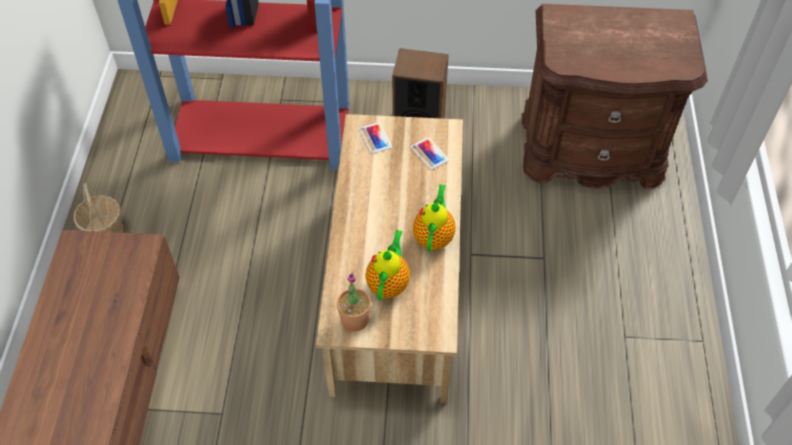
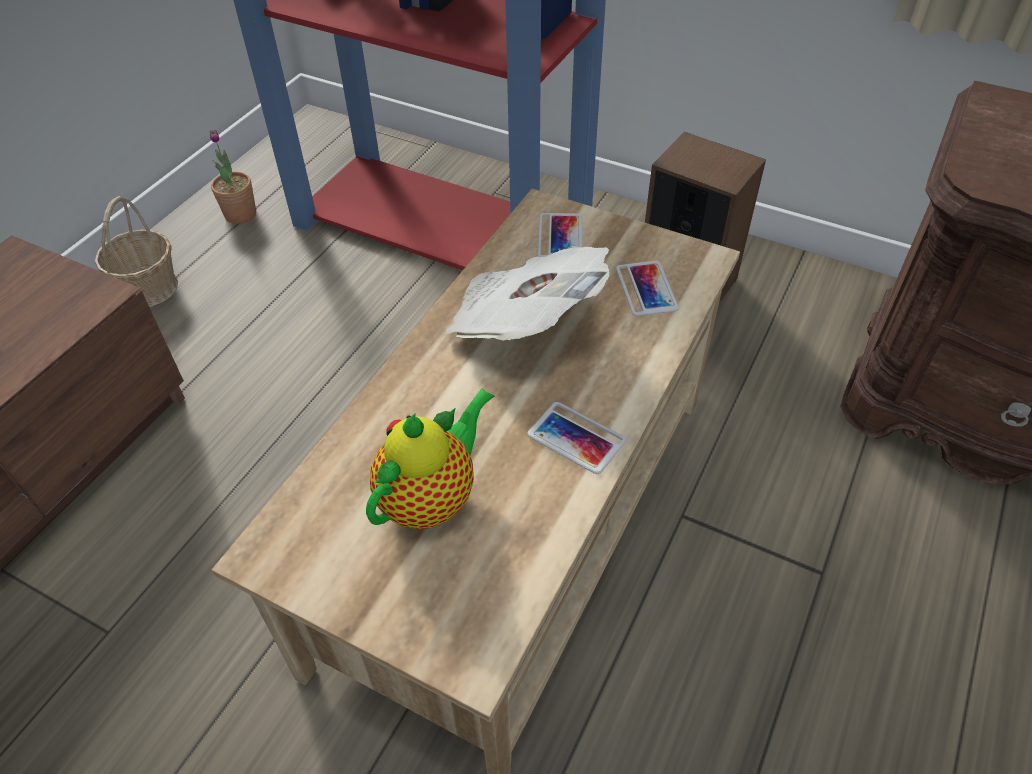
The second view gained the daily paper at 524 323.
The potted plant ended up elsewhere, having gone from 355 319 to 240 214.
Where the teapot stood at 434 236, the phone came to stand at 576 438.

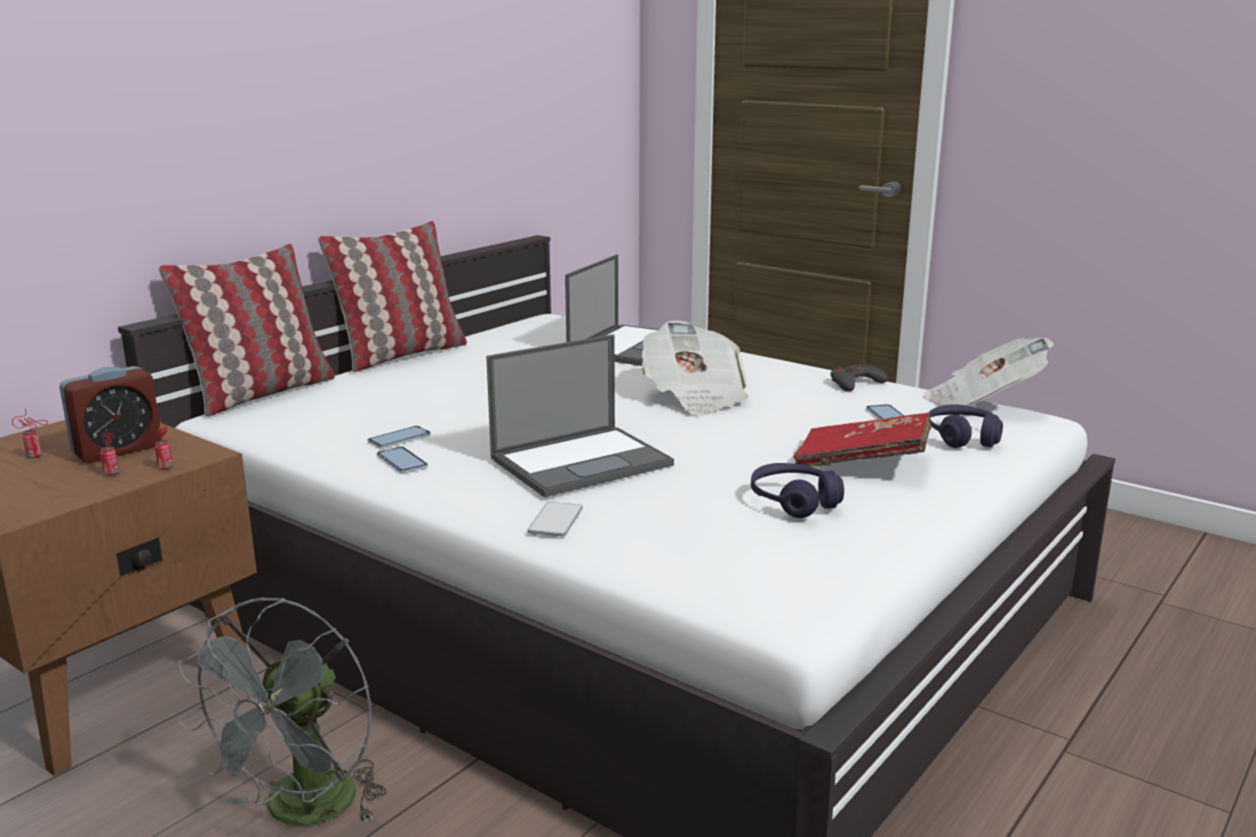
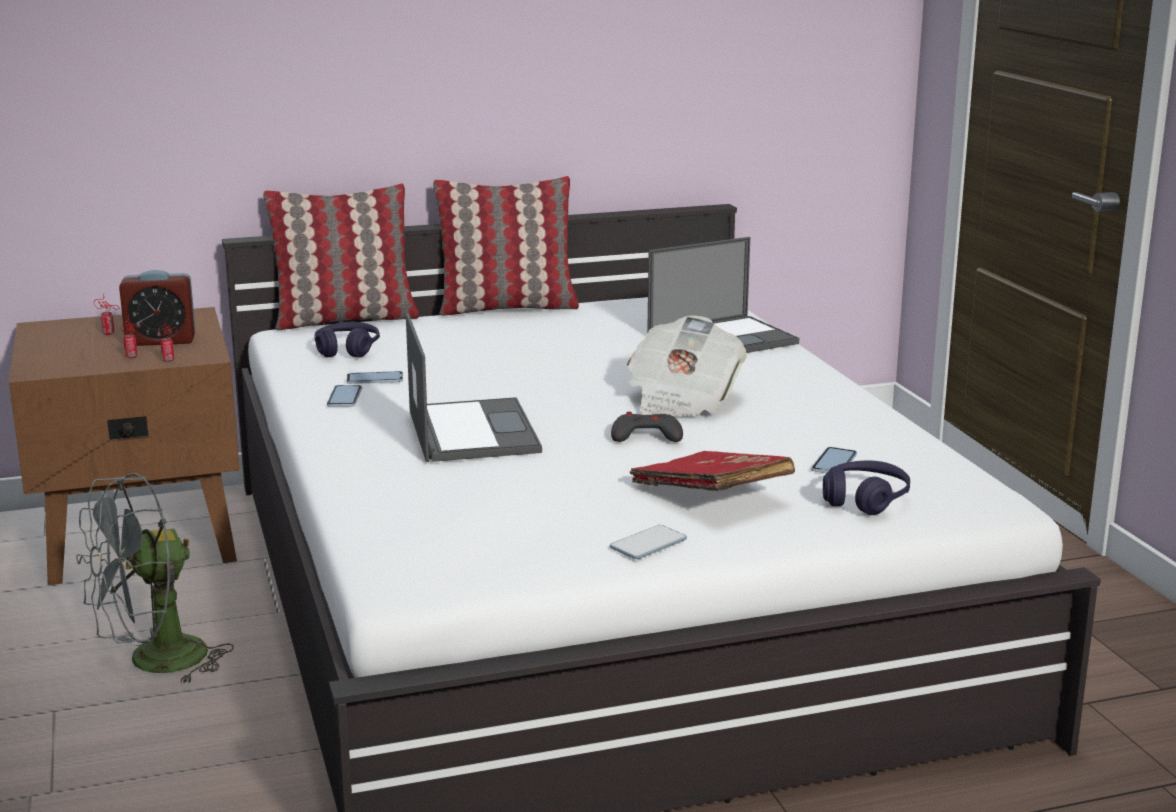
The second view lost the daily paper at 983 403.
The phone ended up elsewhere, having gone from 555 521 to 648 544.
The purple headphones ended up elsewhere, having gone from 794 502 to 347 350.
The grey game controller ended up elsewhere, having gone from 855 383 to 646 435.
The portable computer at 582 461 ended up facing another way, 105 degrees counterclockwise from before.

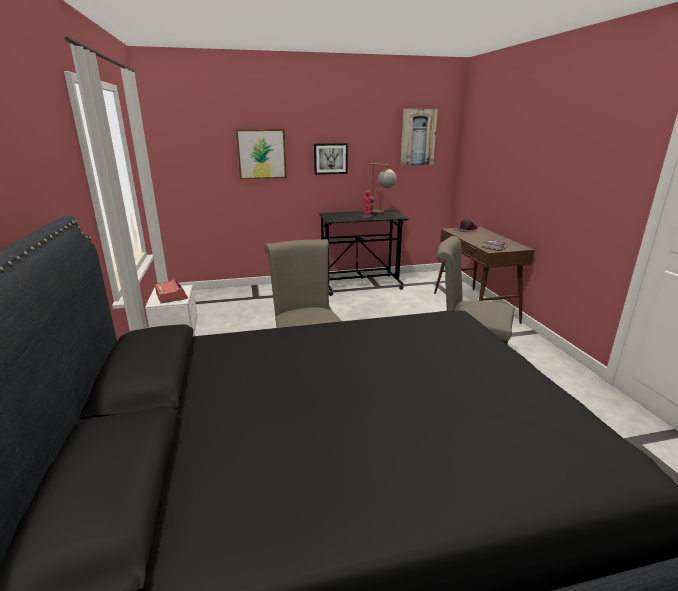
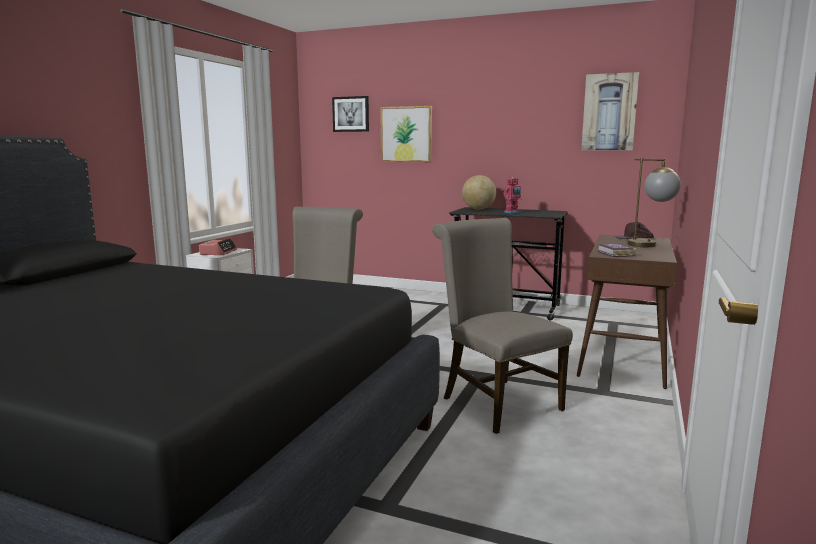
The second view gained the globe at 478 209.
The wall art ended up elsewhere, having gone from 330 158 to 351 114.
The tabletop lamp ended up elsewhere, having gone from 381 213 to 650 246.

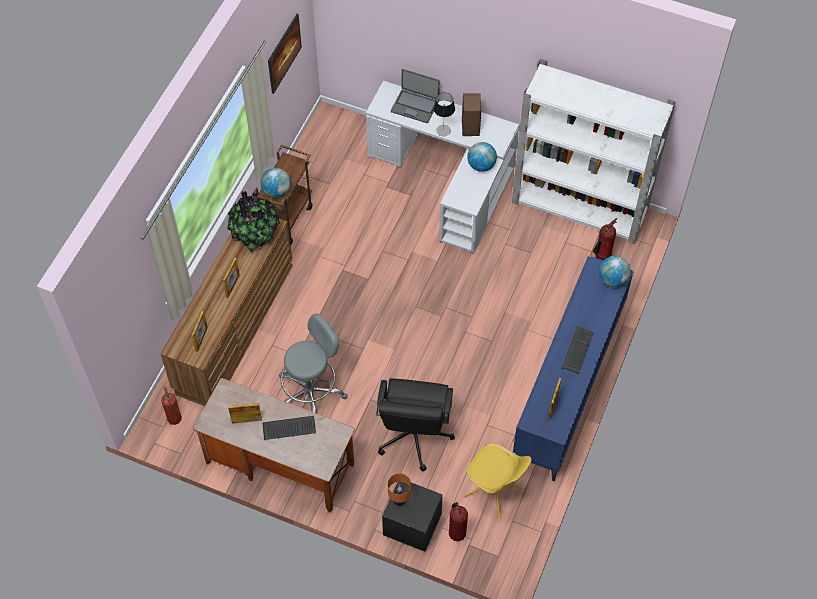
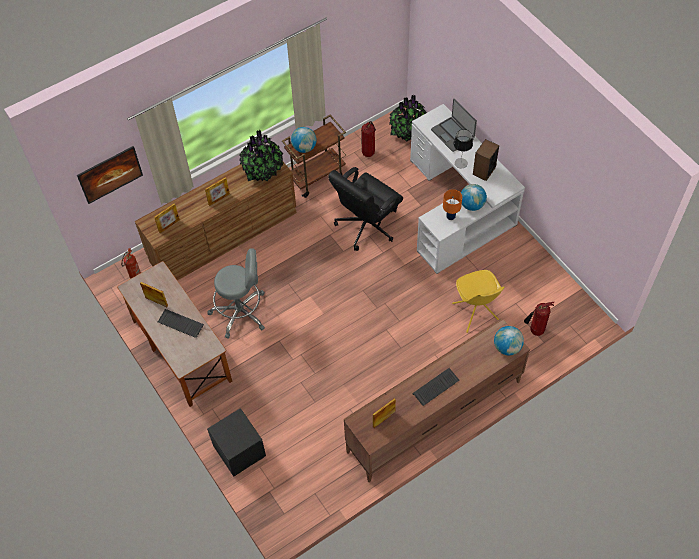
The second view lost the white shelving unit at 579 206.
The second view gained the potted plant at 408 131.
The wall art ended up elsewhere, having gone from 285 61 to 112 181.
The black-coloured desk chair ended up elsewhere, having gone from 414 434 to 366 225.
The orangey tabletop lamp ended up elsewhere, having gone from 399 501 to 450 217.
The fire extinguisher ended up elsewhere, having gone from 456 532 to 368 152.
The yellow plain chair ended up elsewhere, having gone from 495 493 to 476 313.
What was the bluish cupboard at 569 388 turned into the brownish cupboard at 434 417.

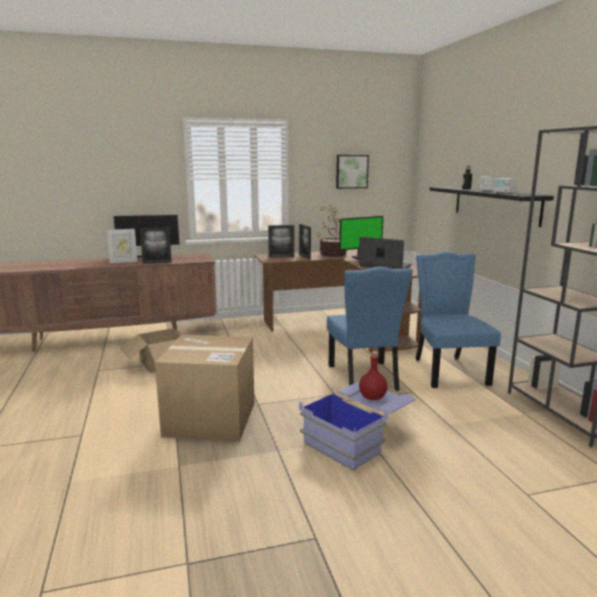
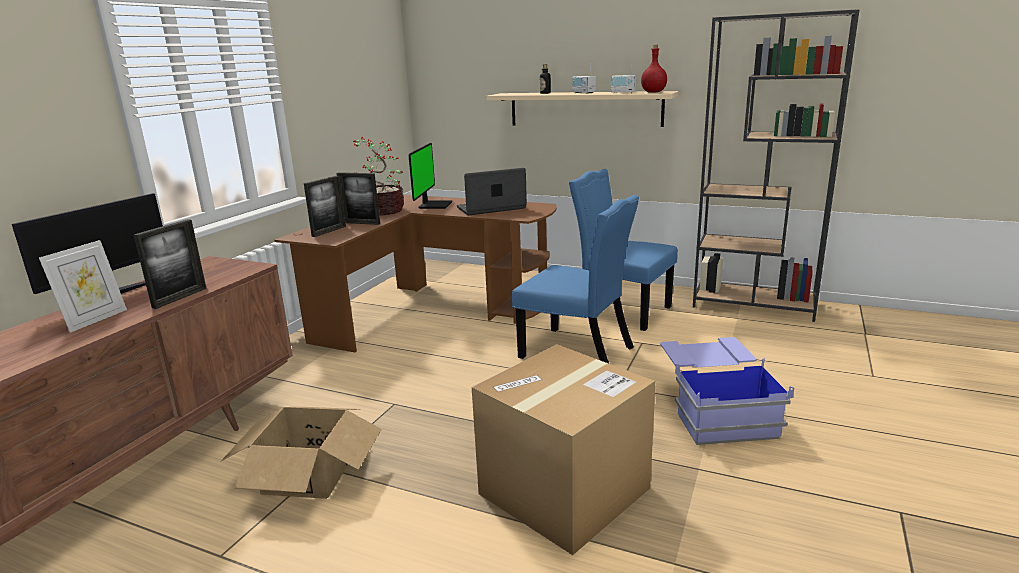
The second view lost the wall art at 351 171.
The red drink bottle ended up elsewhere, having gone from 372 397 to 653 92.
What was the black-coloured bracket shelf at 495 204 turned into the beige-coloured bracket shelf at 584 109.

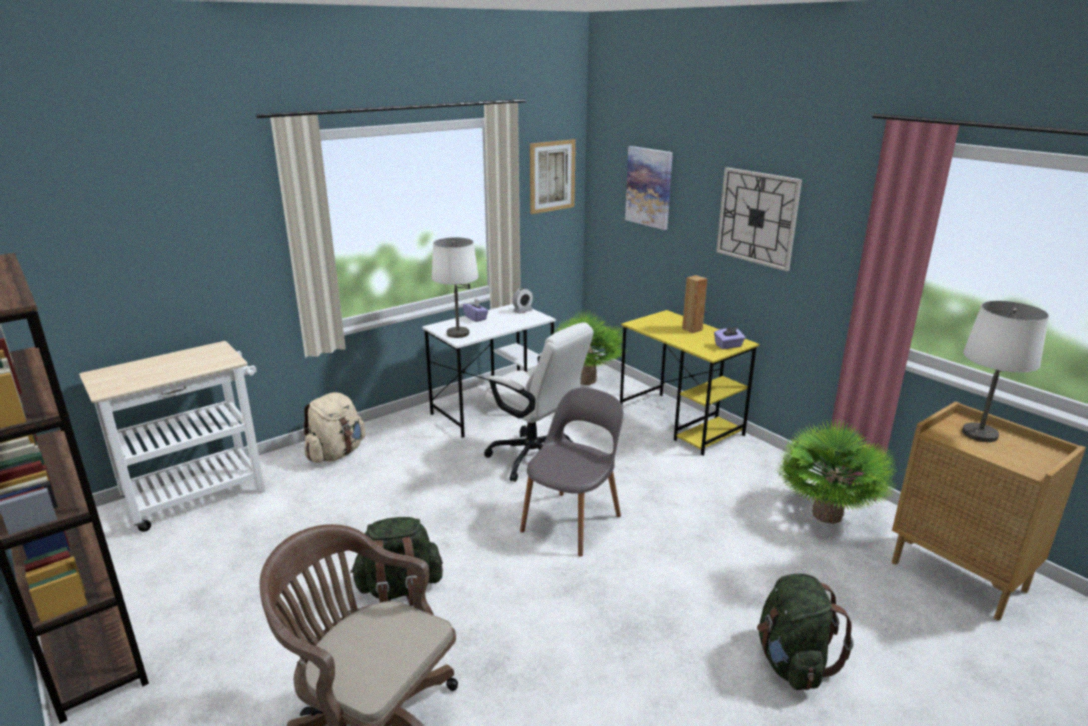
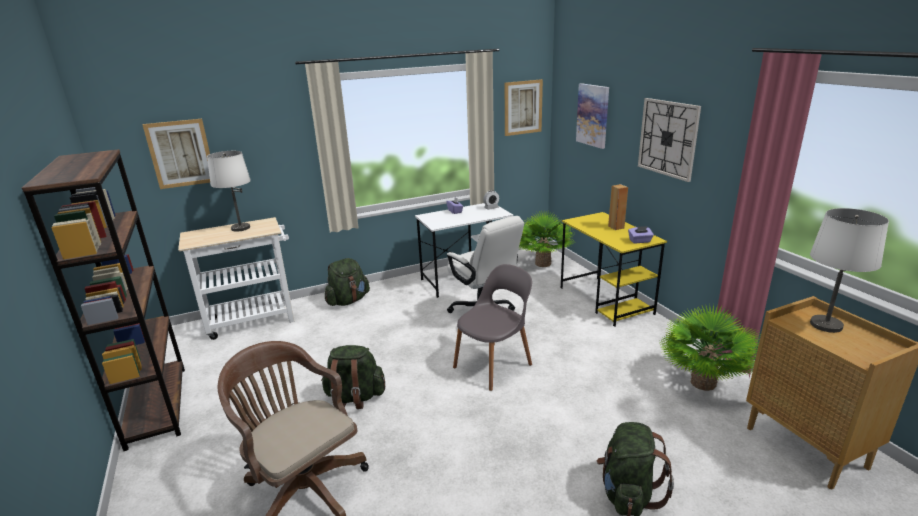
The second view gained the wall art at 181 153.
The white tabletop lamp ended up elsewhere, having gone from 457 334 to 240 228.
What was the beige-coloured backpack at 336 453 turned into the greenish backpack at 348 301.

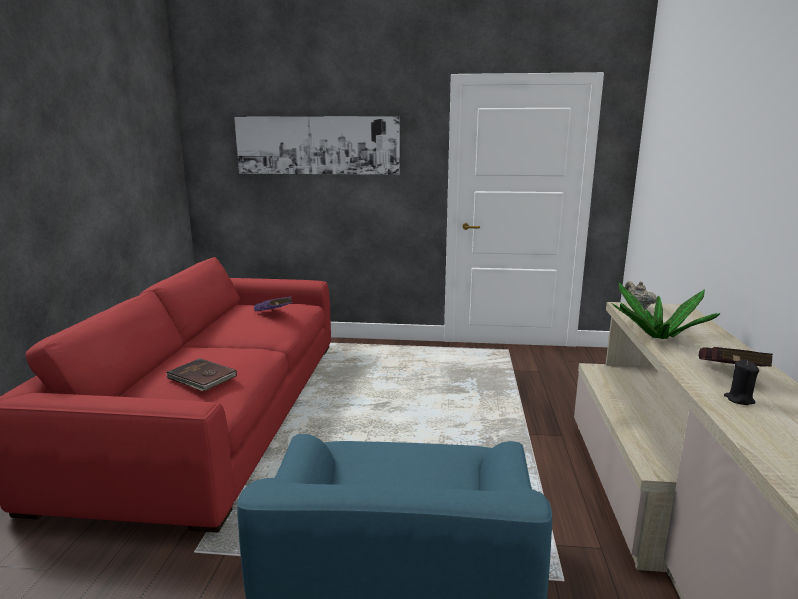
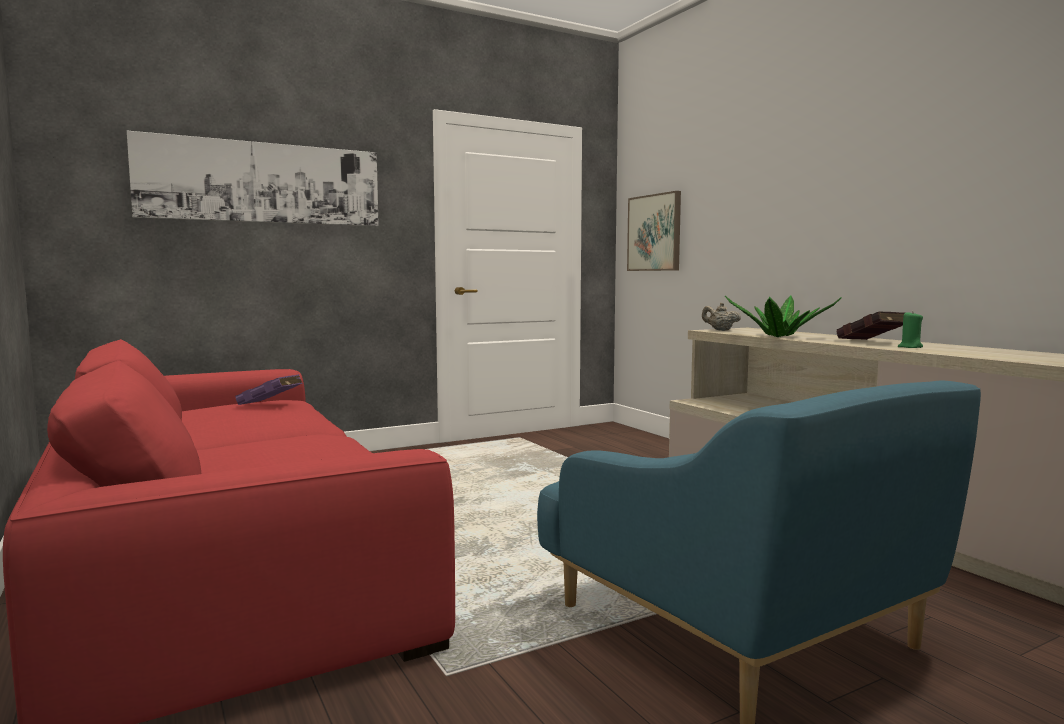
The second view lost the brownish volume at 201 378.
The second view gained the wall art at 654 233.
What was the black-coloured wax candle at 739 399 turned into the greenish wax candle at 910 347.

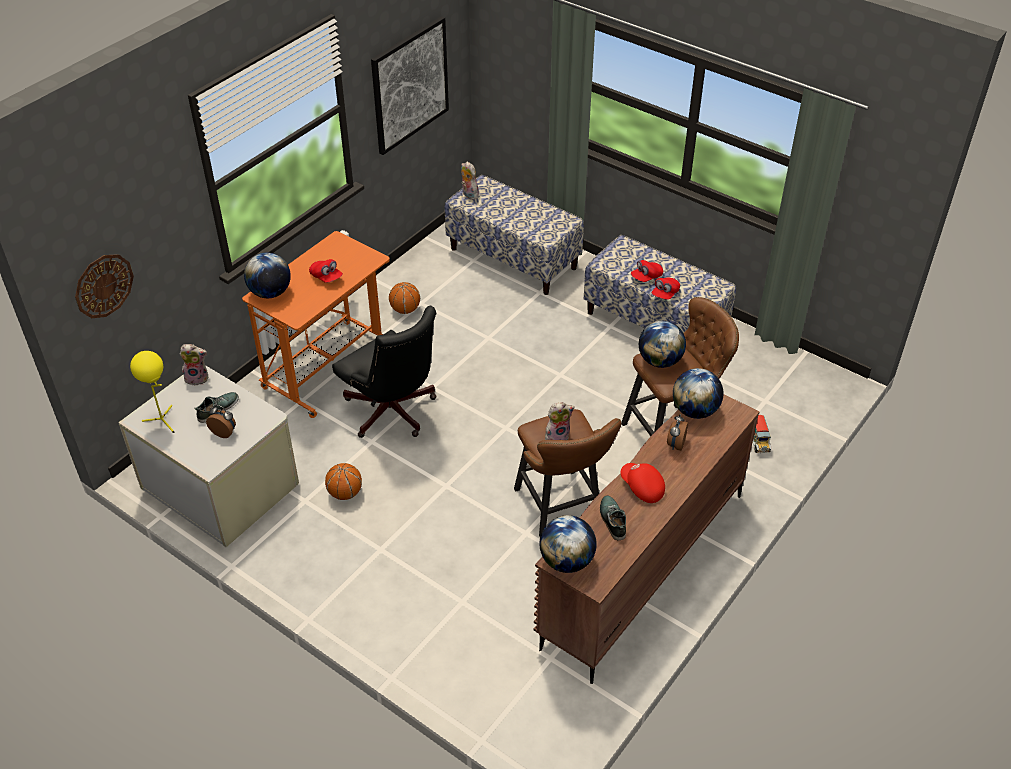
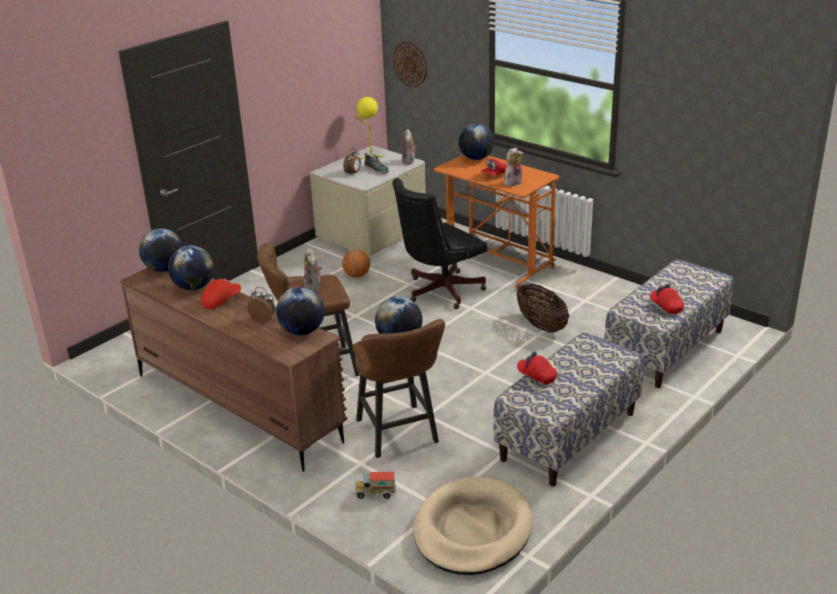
The second view lost the wall art at 410 85.
The second view lost the basketball ball at 405 310.
The second view gained the beige-coloured dog bed at 472 530.
The second view gained the storage basket at 541 325.
The plush toy ended up elsewhere, having gone from 468 194 to 512 182.
The red peaked cap ended up elsewhere, having gone from 646 277 to 666 306.
Where the low shoe stood at 612 520, the globe came to stand at 194 287.

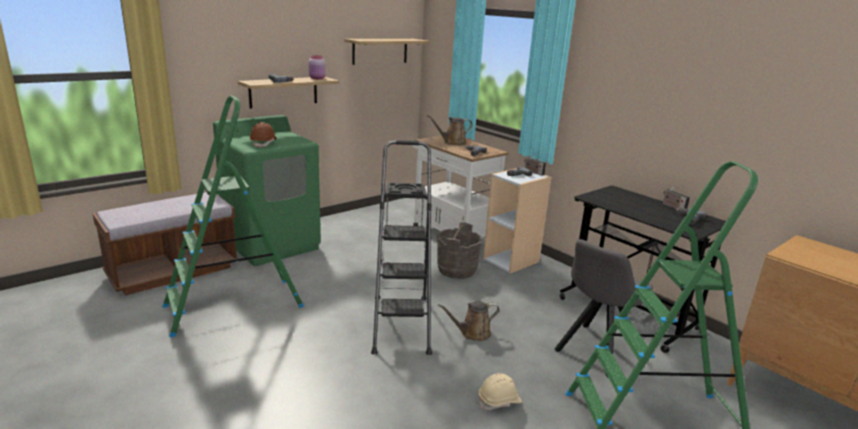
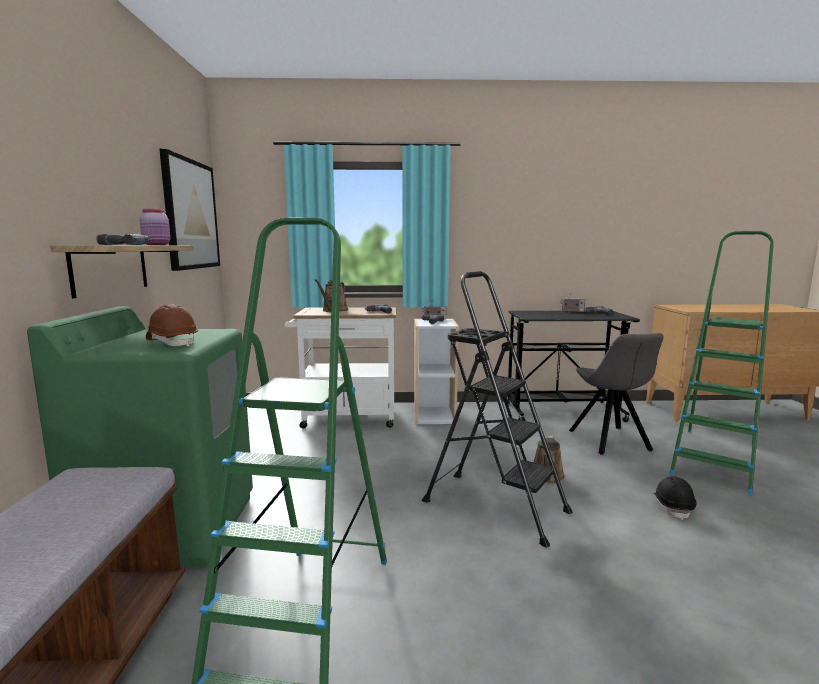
The second view lost the grey water bucket at 456 270.
Where the bracket shelf hung at 380 51, the wall art came to hang at 190 214.
What was the beige-coloured safety helmet at 499 401 turned into the black-coloured safety helmet at 673 506.

